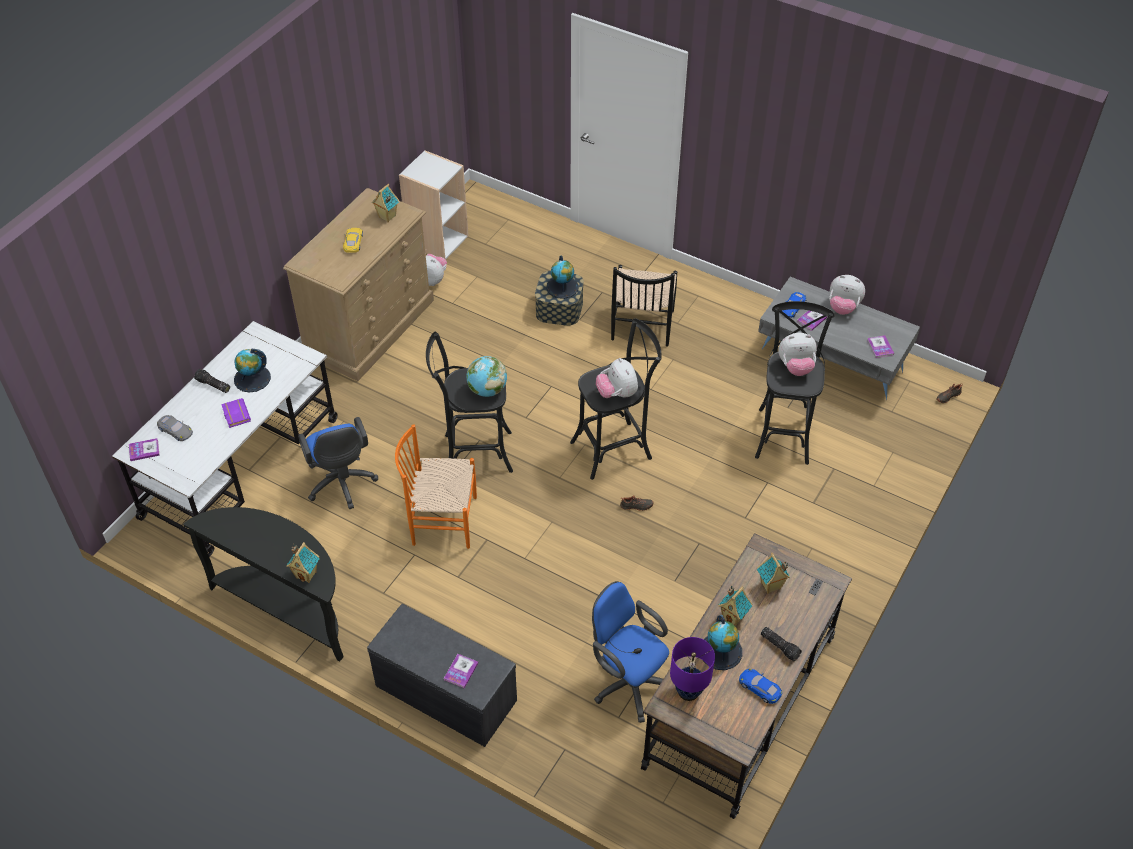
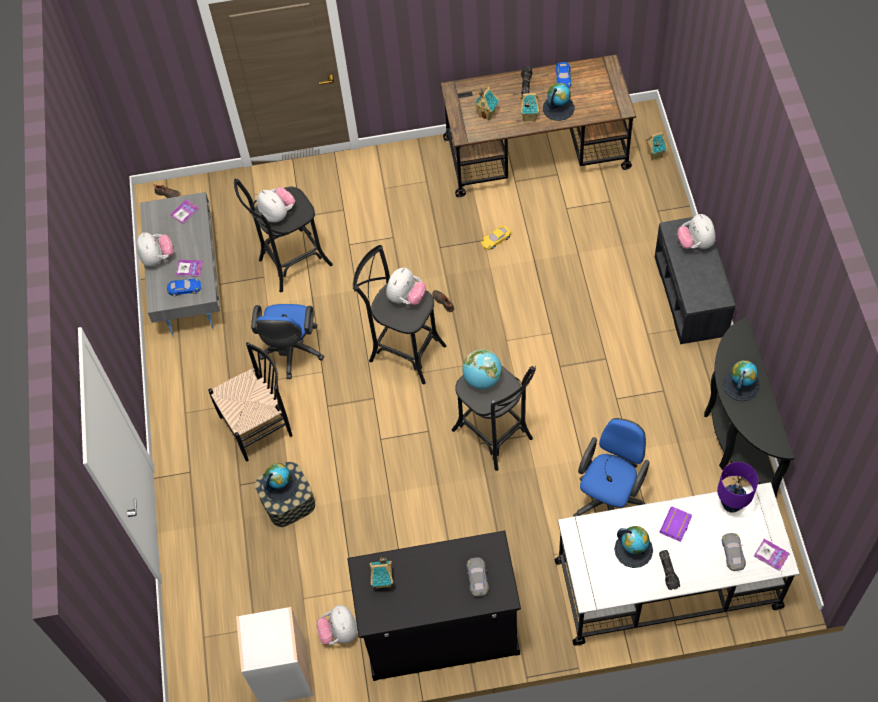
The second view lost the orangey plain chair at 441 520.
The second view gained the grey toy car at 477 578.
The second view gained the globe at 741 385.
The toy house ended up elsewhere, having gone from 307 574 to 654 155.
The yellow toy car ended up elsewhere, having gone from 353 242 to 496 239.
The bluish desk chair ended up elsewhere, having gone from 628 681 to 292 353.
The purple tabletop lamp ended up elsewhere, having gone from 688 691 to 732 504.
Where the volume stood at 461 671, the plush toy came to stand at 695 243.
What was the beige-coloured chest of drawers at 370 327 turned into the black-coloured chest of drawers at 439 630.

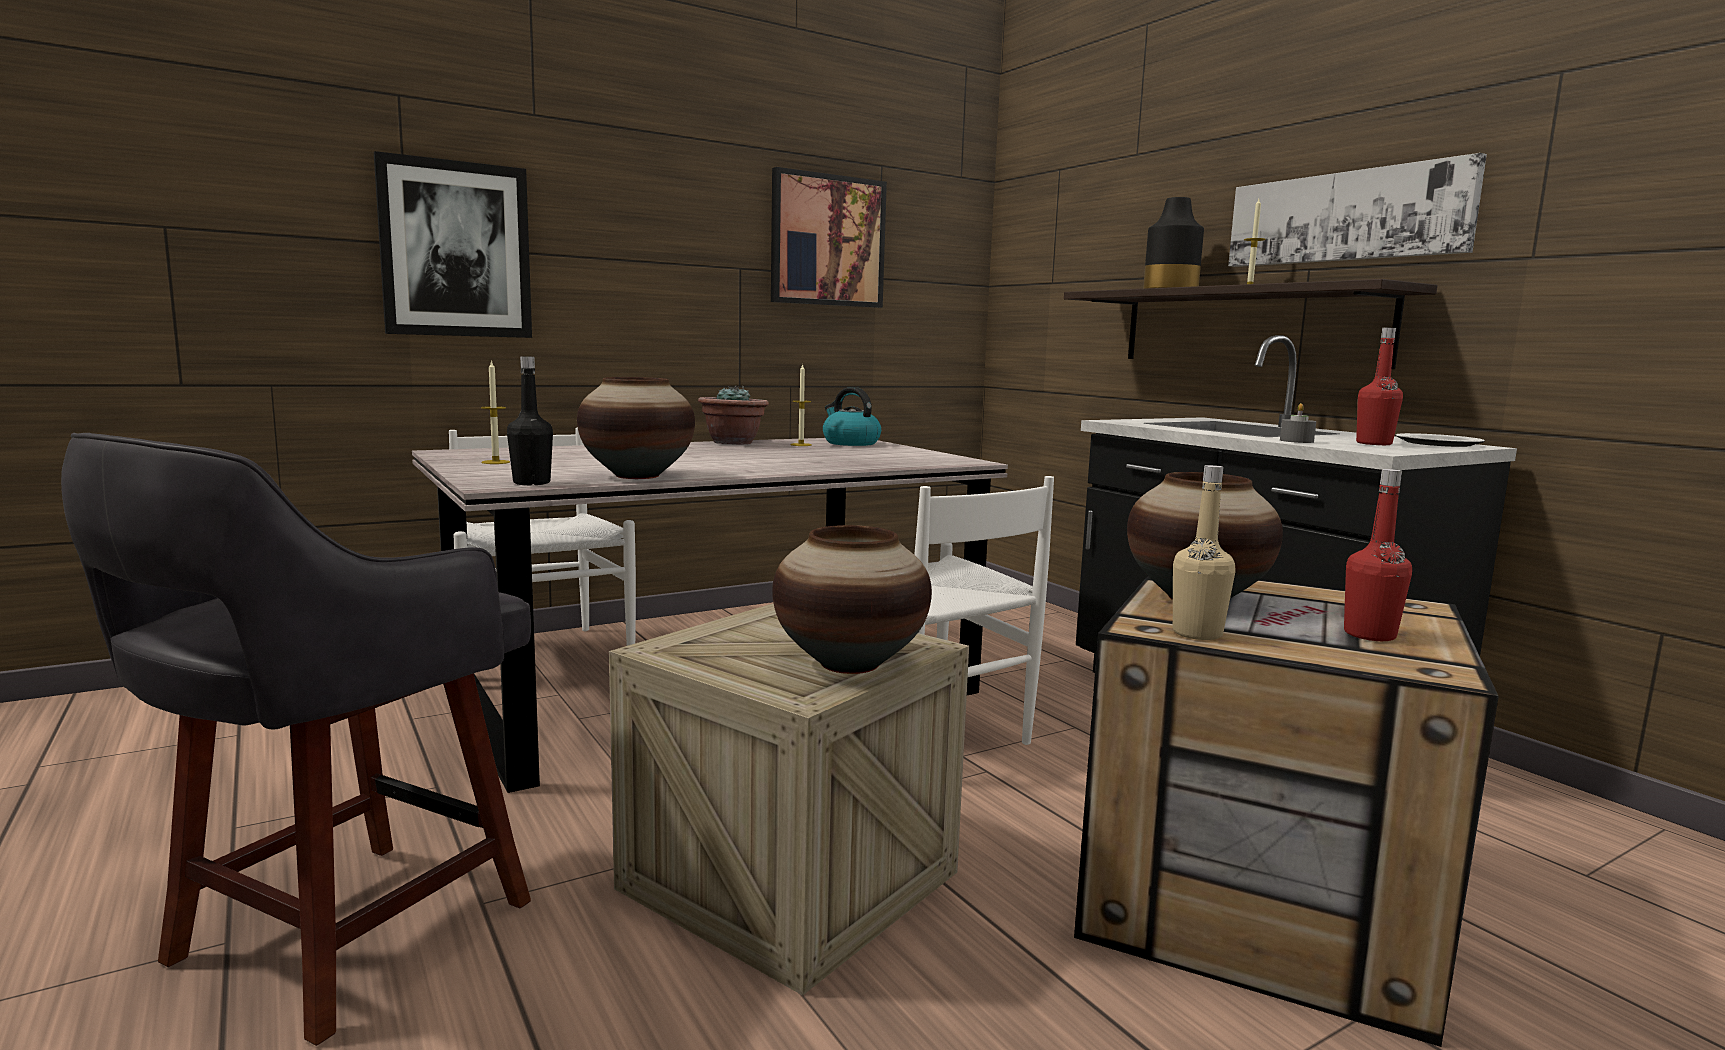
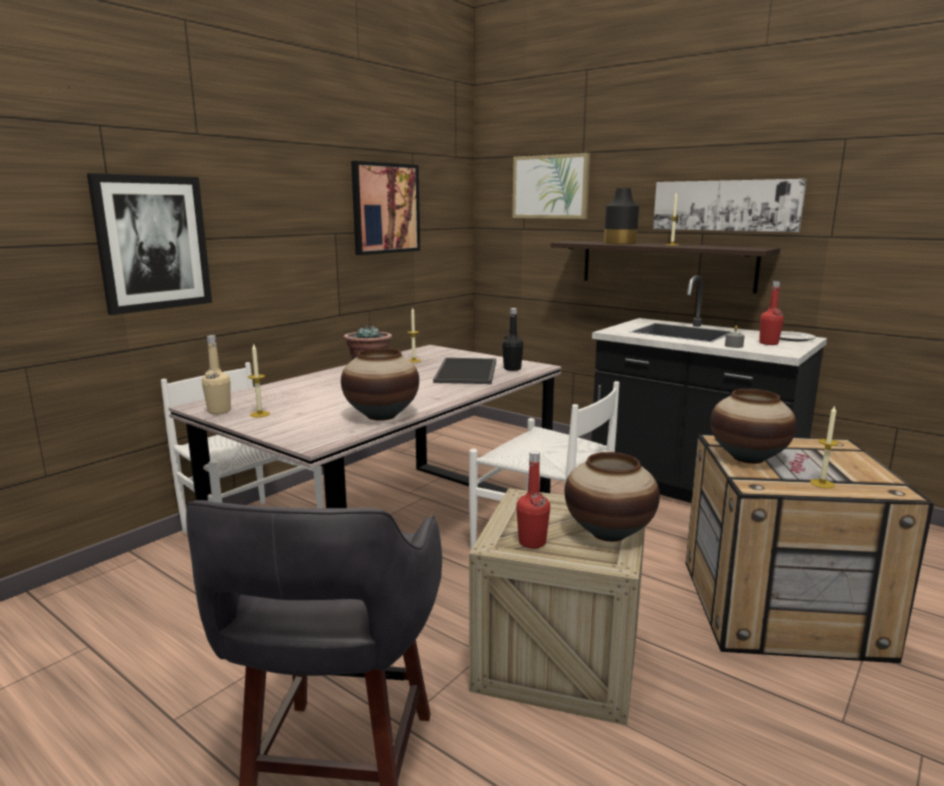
The second view lost the kettle at 850 443.
The second view gained the carrying tray at 468 371.
The second view gained the wall art at 550 187.
The second view gained the wax candle at 822 483.
The black-coloured drink bottle ended up elsewhere, having gone from 531 483 to 512 369.
The beige-coloured drink bottle ended up elsewhere, having gone from 1197 633 to 219 411.
The red drink bottle ended up elsewhere, having gone from 1369 635 to 532 542.

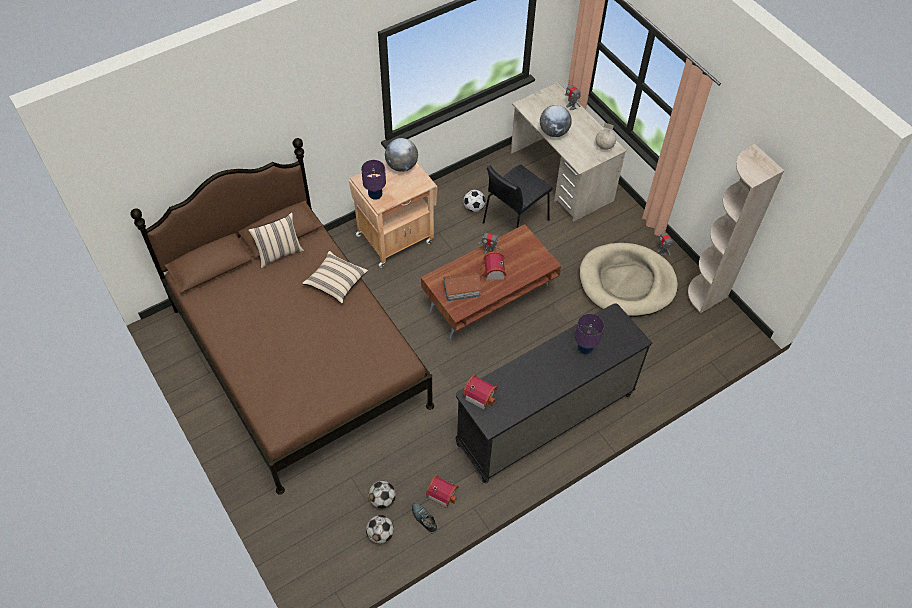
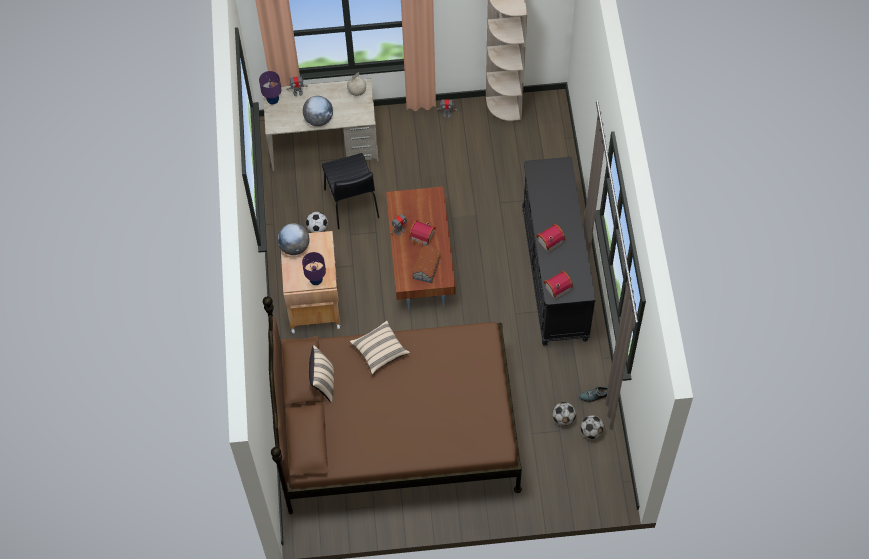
The second view lost the beige-coloured dog bed at 627 282.
The toy house ended up elsewhere, having gone from 442 493 to 548 241.
The purple tabletop lamp ended up elsewhere, having gone from 584 350 to 273 101.

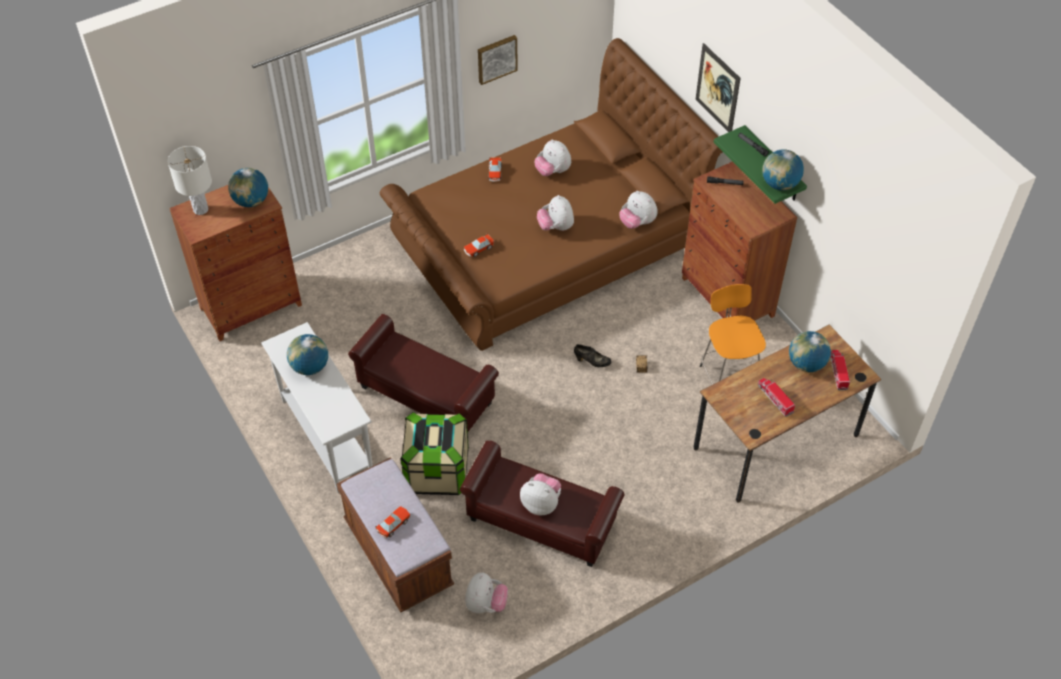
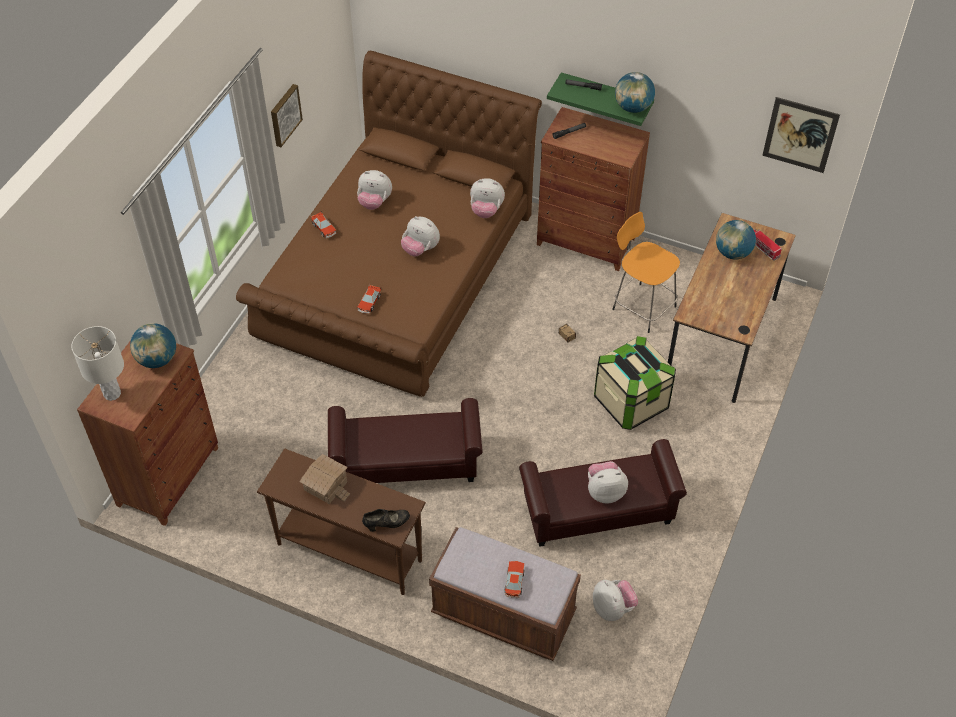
The second view lost the toy lorry at 775 399.
The storage container ended up elsewhere, having gone from 437 471 to 631 402.
The black-coloured low shoe ended up elsewhere, having gone from 592 361 to 386 524.
The wall art ended up elsewhere, having gone from 717 88 to 800 135.
Where the globe stood at 310 367, the toy house came to stand at 325 487.
What was the white hall table at 325 437 turned into the brownish hall table at 348 553.

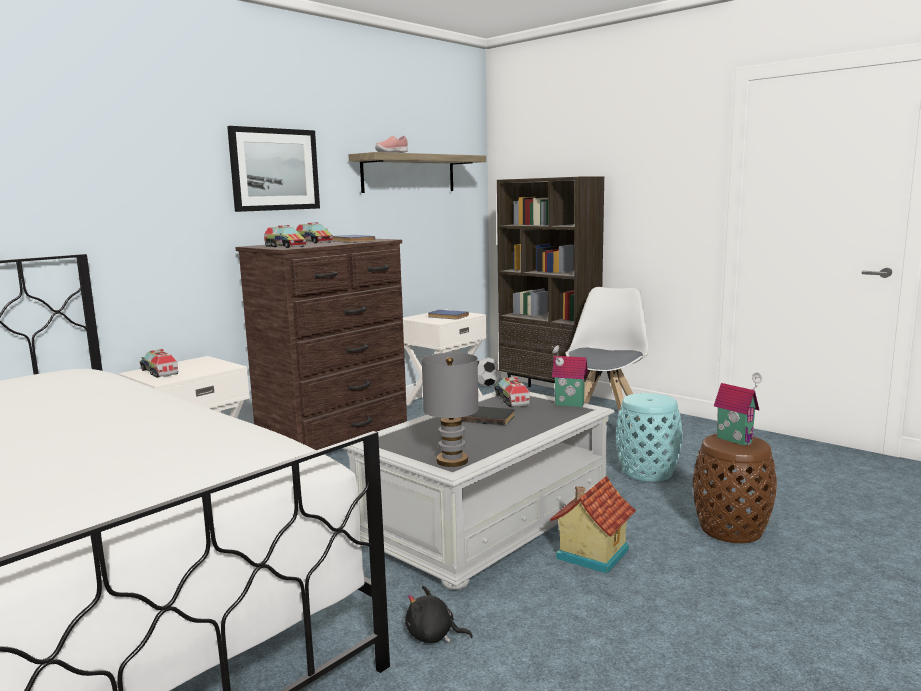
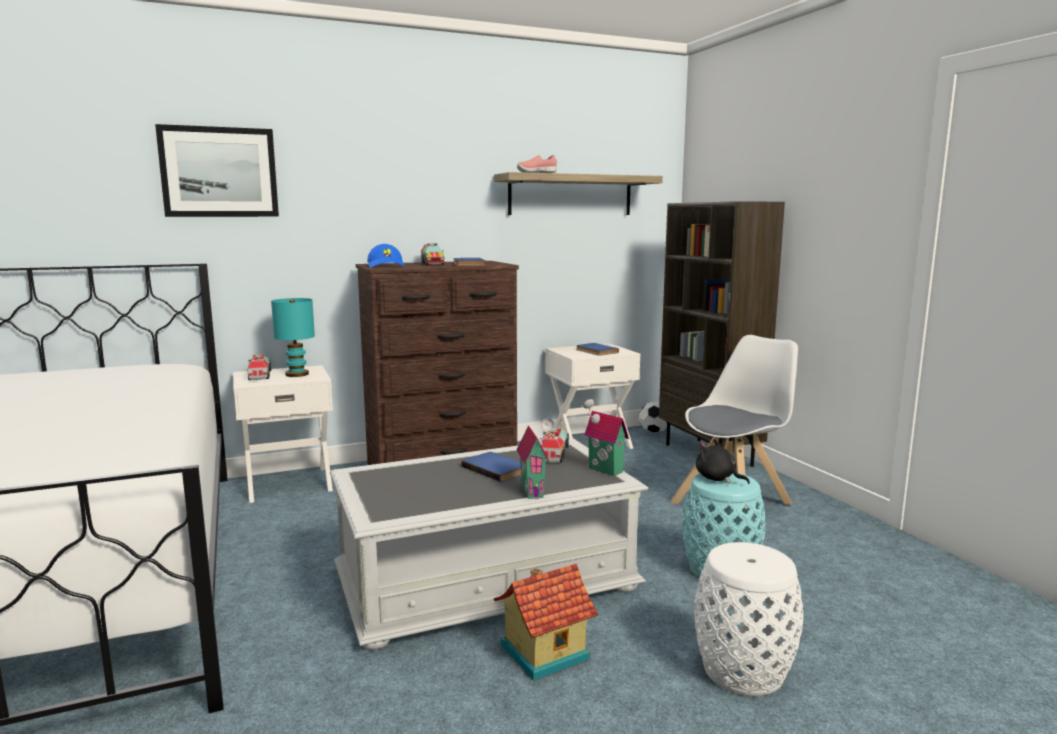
The second view lost the grey tabletop lamp at 453 461.
The second view gained the turquoise-coloured tabletop lamp at 296 374.
The wall art ended up elsewhere, having gone from 274 169 to 219 172.
The black-coloured plush toy ended up elsewhere, having gone from 433 636 to 717 479.
The toy house ended up elsewhere, having gone from 736 439 to 535 491.
Where the toy lorry stood at 285 246, the bluish peaked cap came to stand at 387 266.
What was the black-coloured volume at 485 417 turned into the bluish volume at 496 469.
What was the brownish sitting stool at 731 530 turned into the white sitting stool at 743 671.

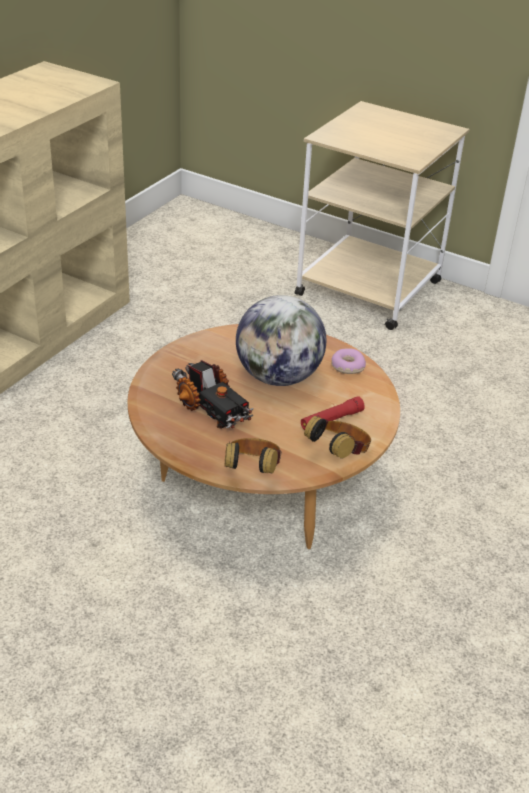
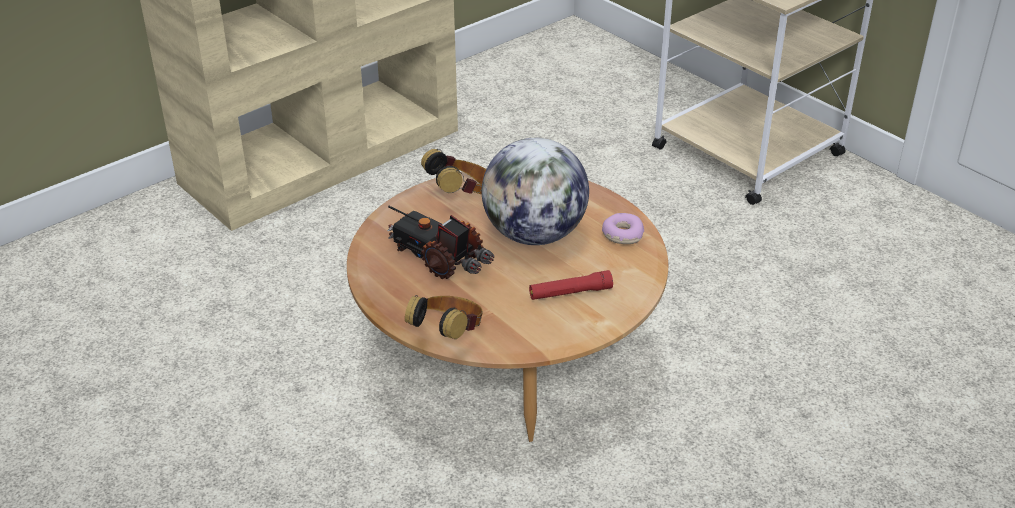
The headphones ended up elsewhere, having gone from 339 454 to 462 195.
The toy lorry at 211 409 ended up facing another way, 150 degrees clockwise from before.

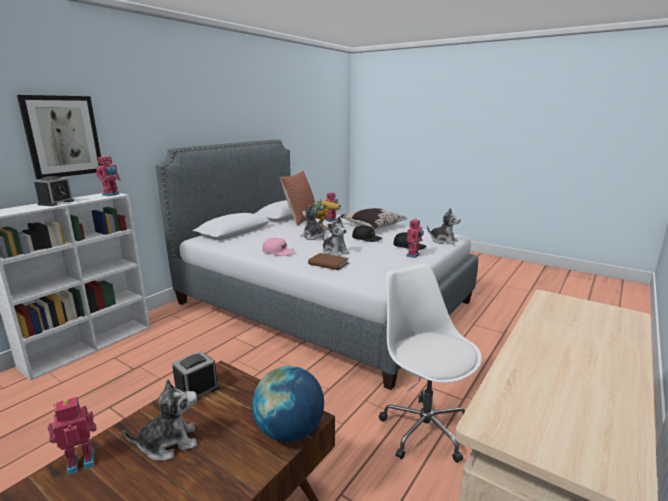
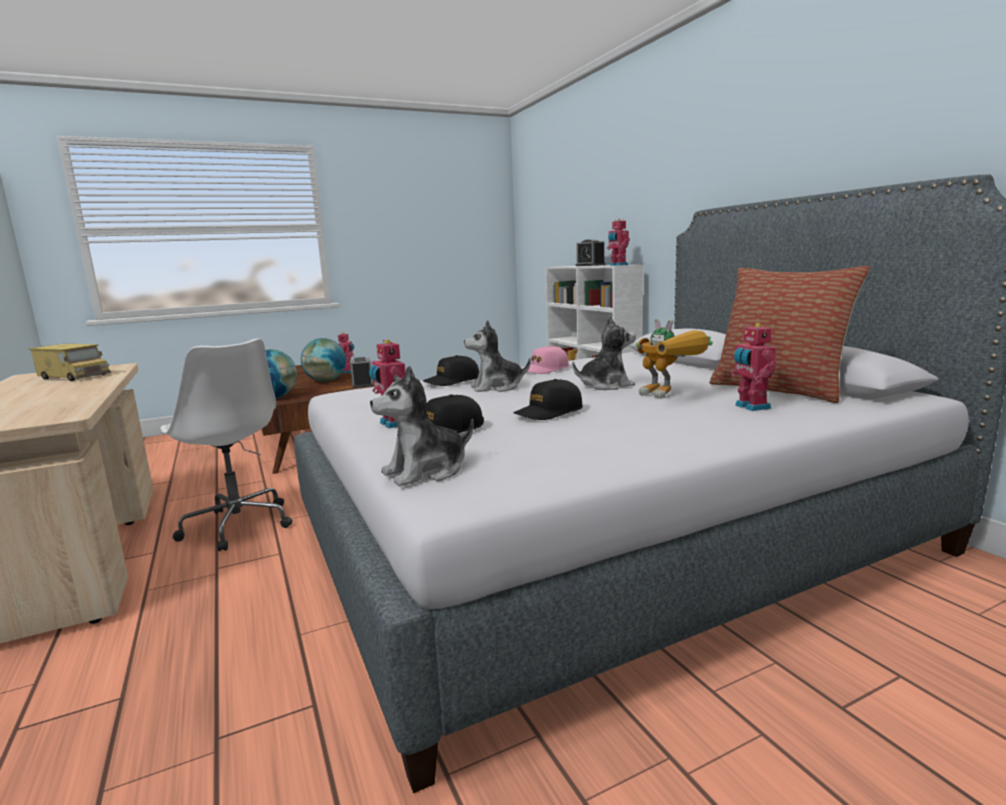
The second view lost the wall art at 62 136.
The second view lost the pillow at 373 226.
The second view gained the toy lorry at 74 376.
Where the plush toy stood at 169 443, the globe came to stand at 326 381.
Where the brownish volume stood at 328 264, the black-coloured peaked cap came to stand at 452 381.
The white desk chair at 423 429 ended up facing another way, 45 degrees clockwise from before.

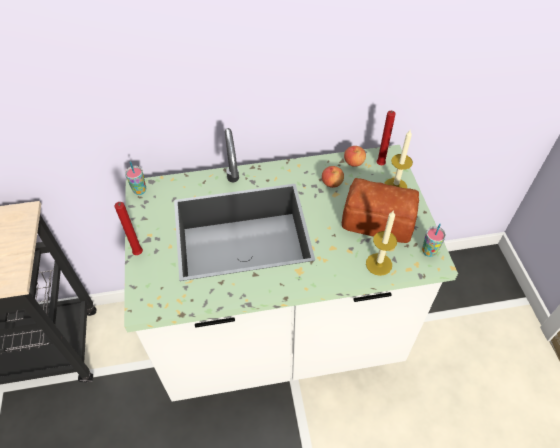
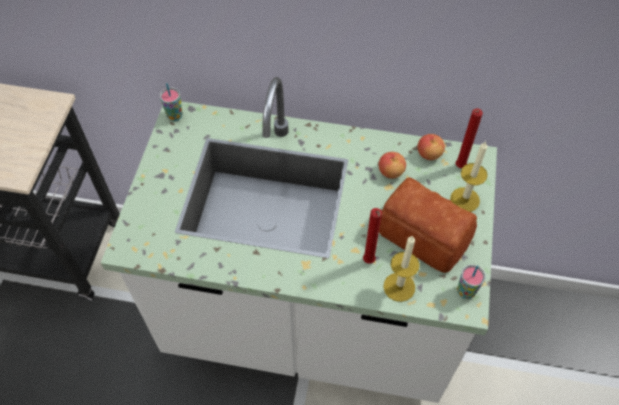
The red wax candle ended up elsewhere, having gone from 138 254 to 368 262.

